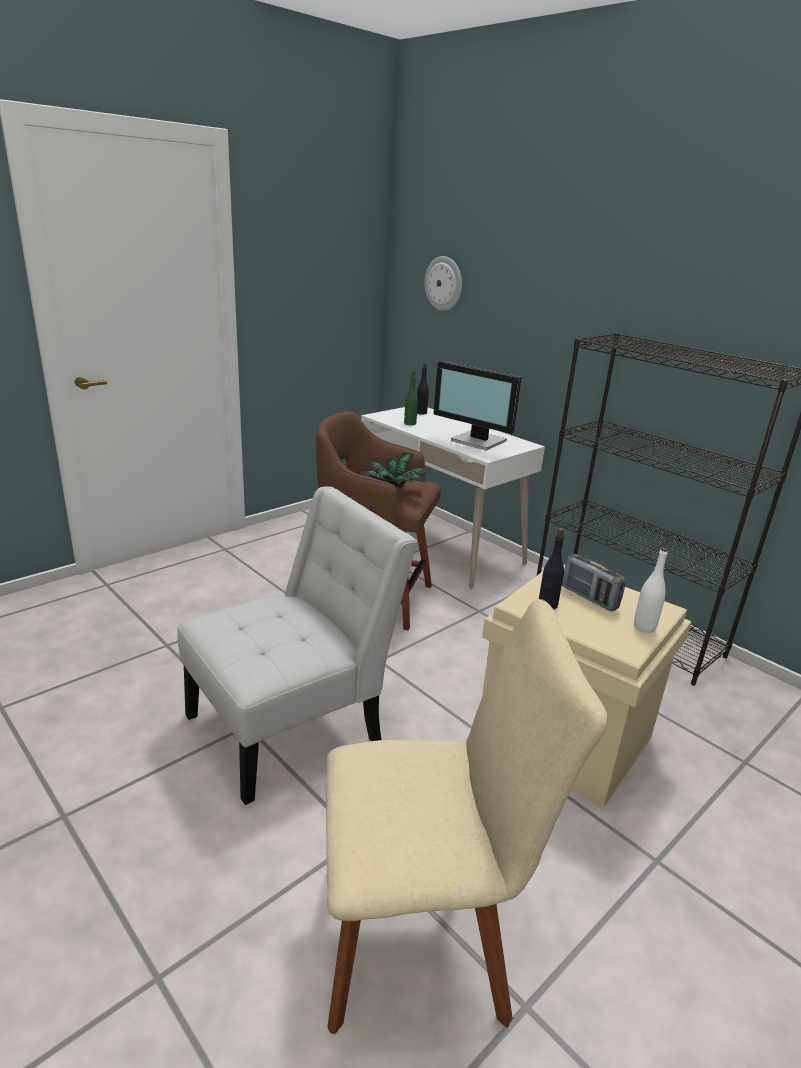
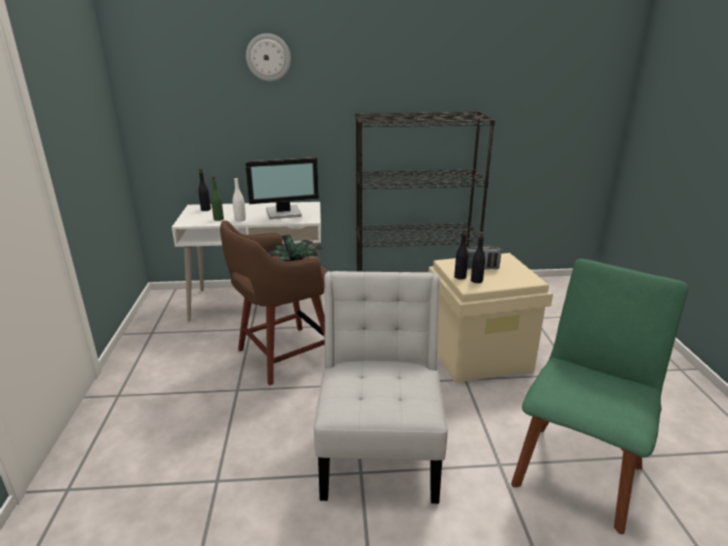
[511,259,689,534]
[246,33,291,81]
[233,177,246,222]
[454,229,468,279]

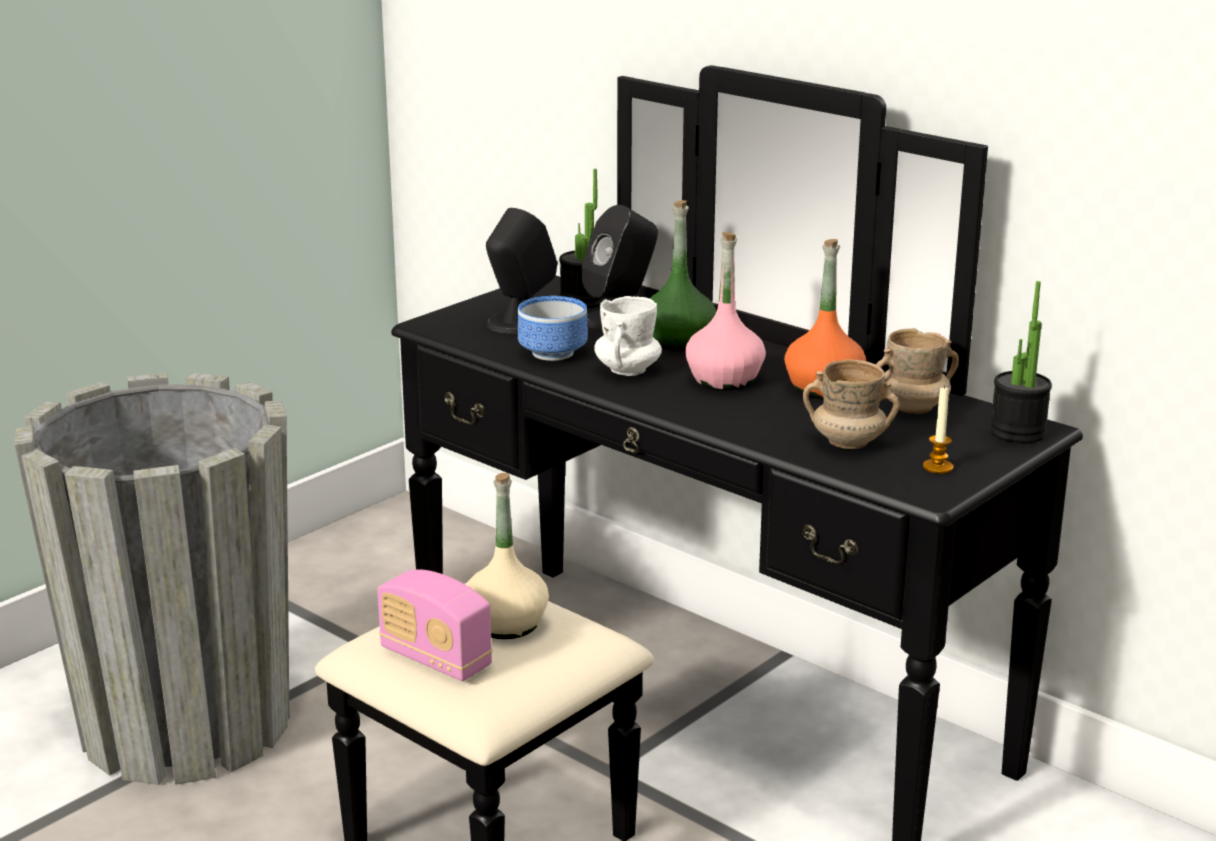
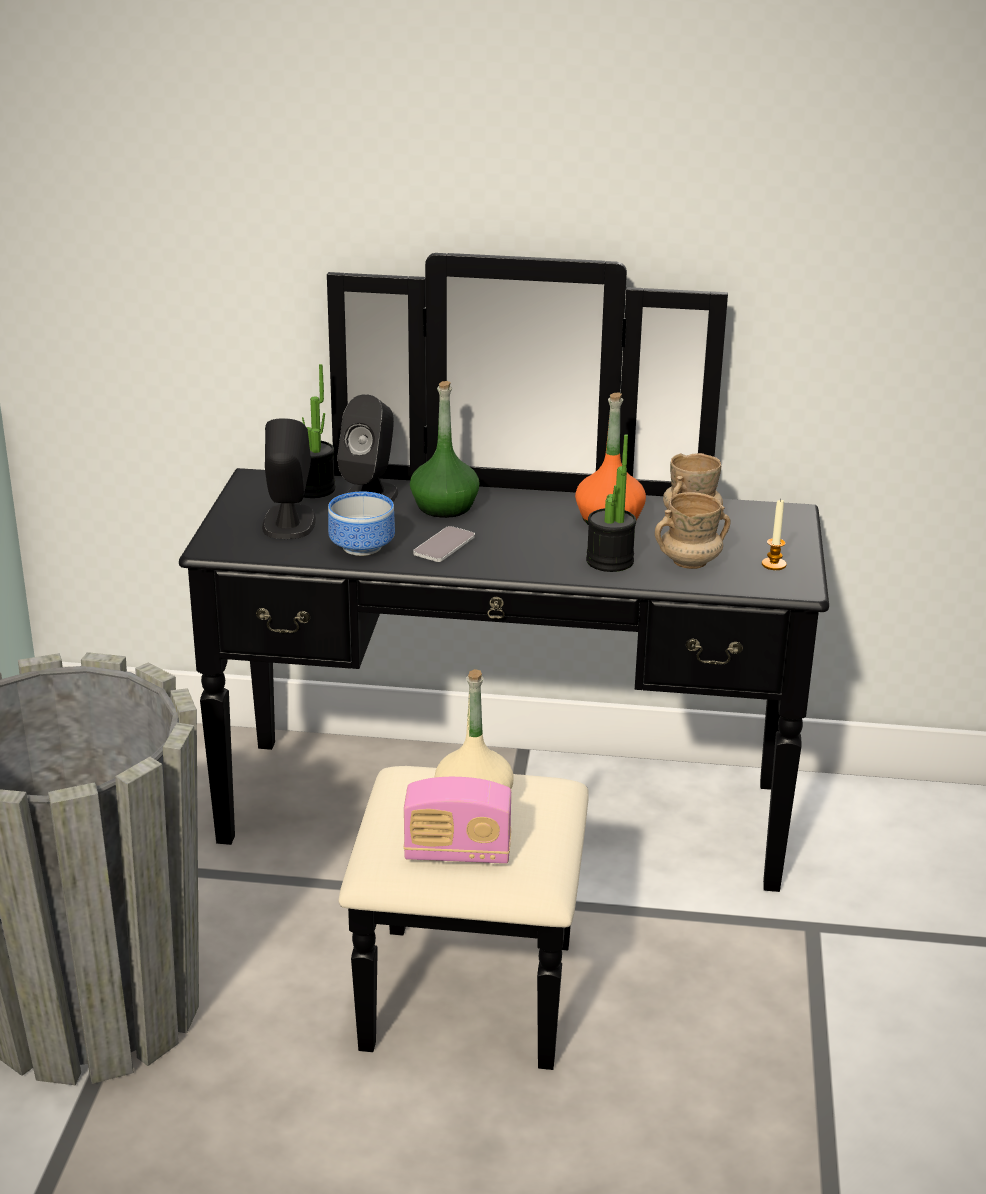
[413,526,475,562]
[685,232,766,390] (first image)
[586,434,636,572]

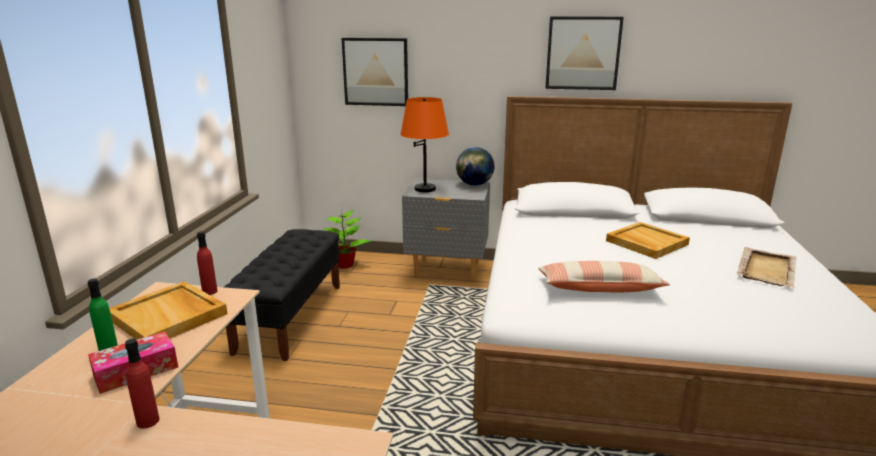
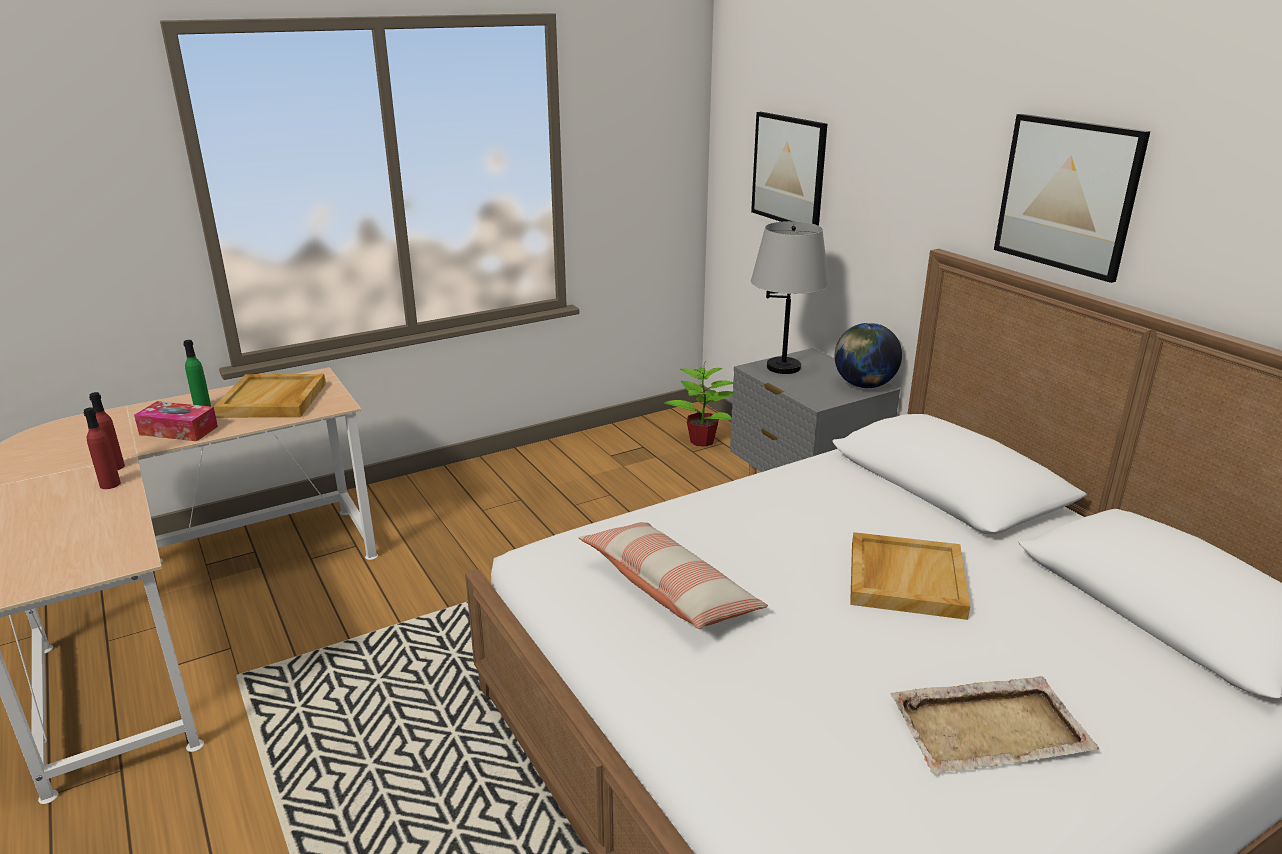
[84,407,121,489]
[224,229,340,361] (first image)
[751,221,829,374]

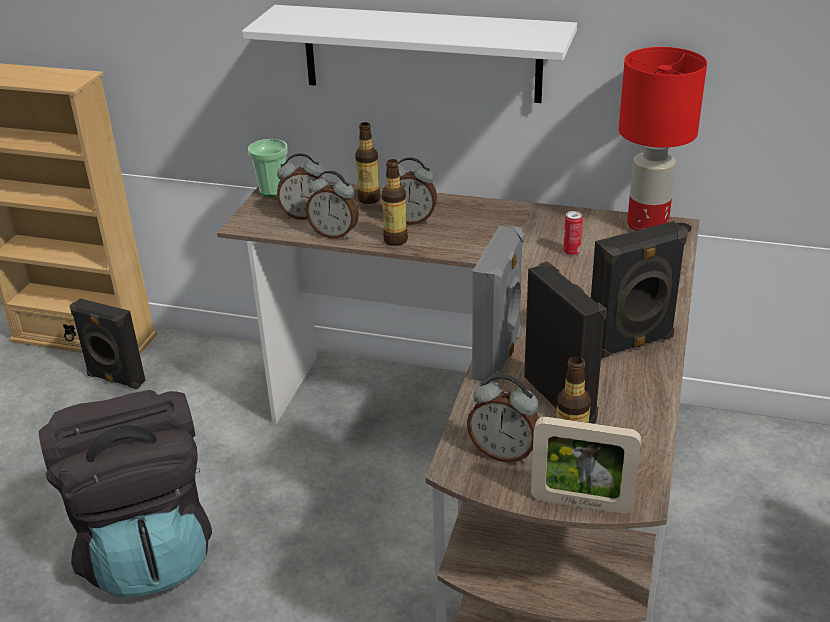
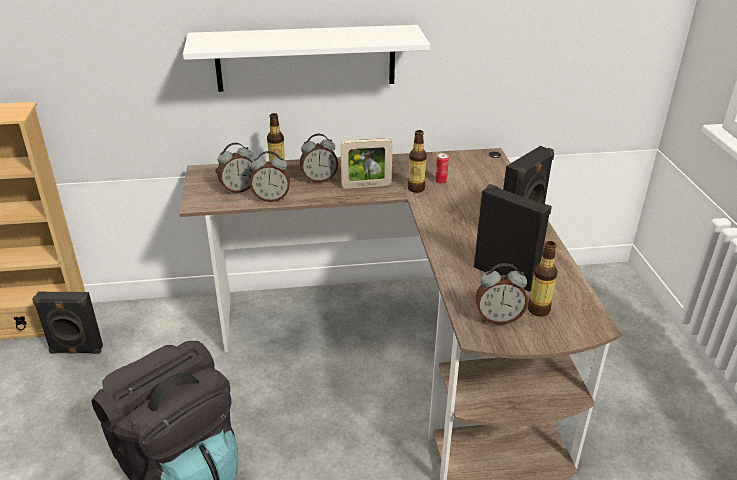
[248,139,288,197] (first image)
[408,130,427,193]
[472,226,524,382] (first image)
[341,138,393,189]
[619,47,707,231] (first image)

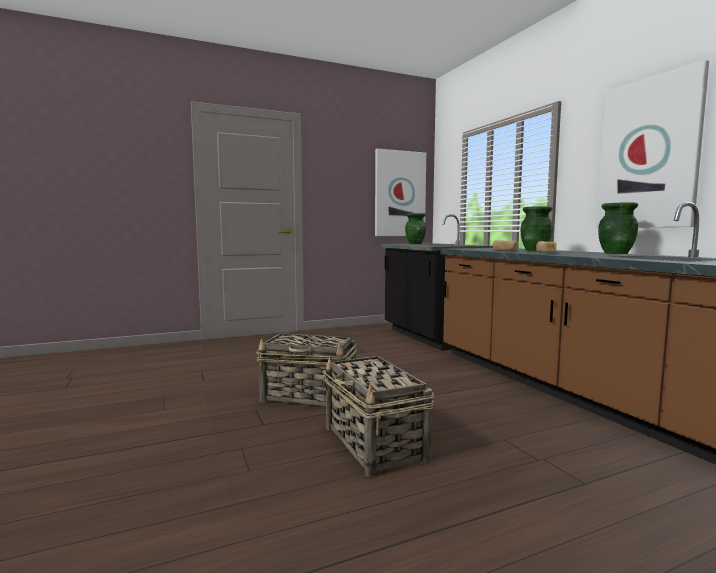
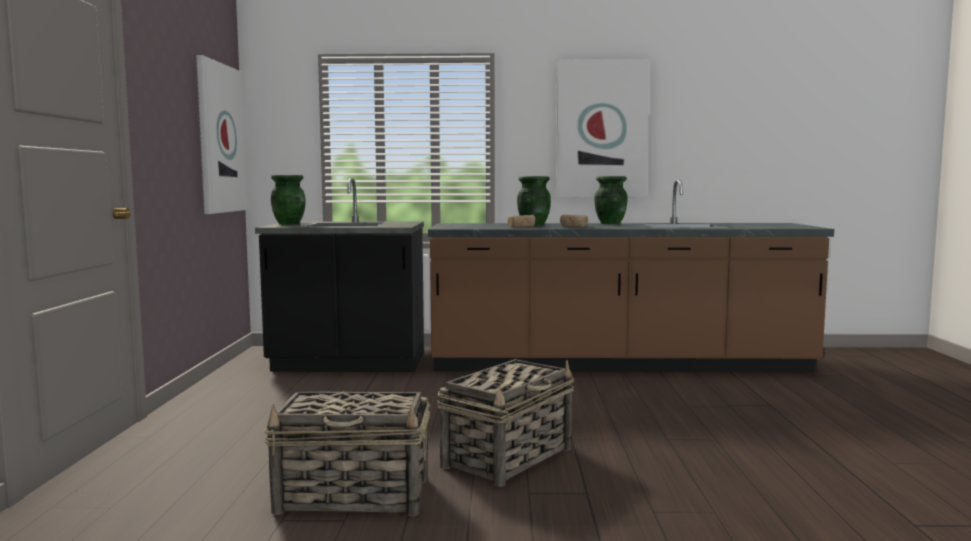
[264,391,430,516]

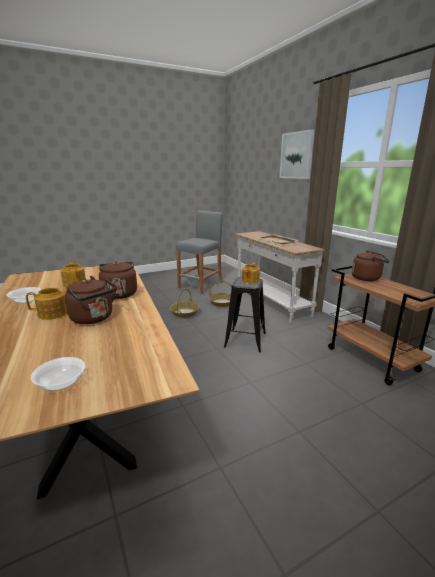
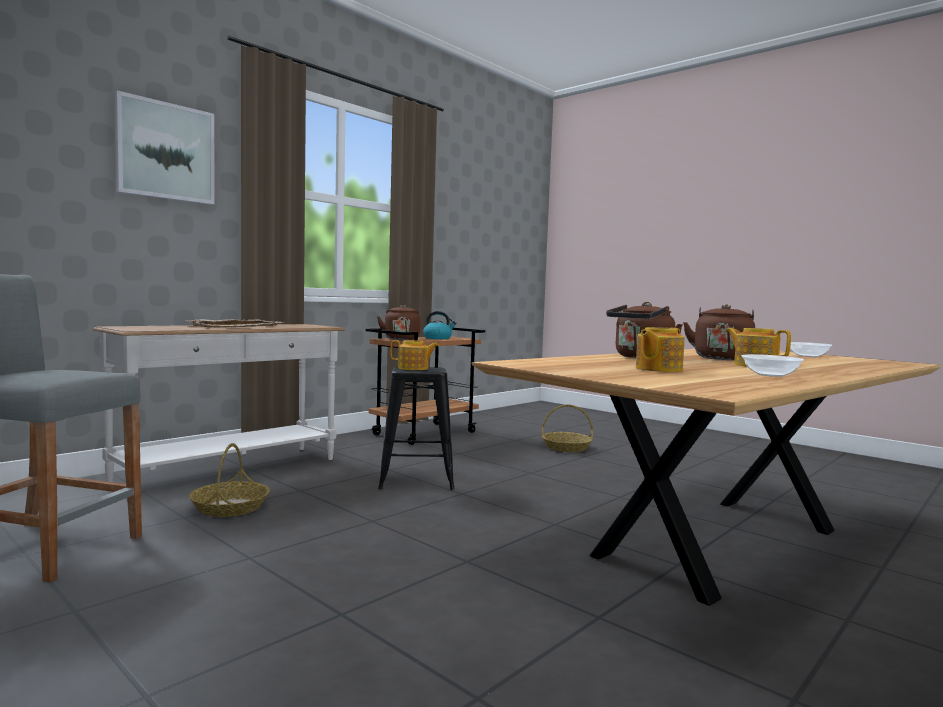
[542,405,593,452]
[423,311,457,339]

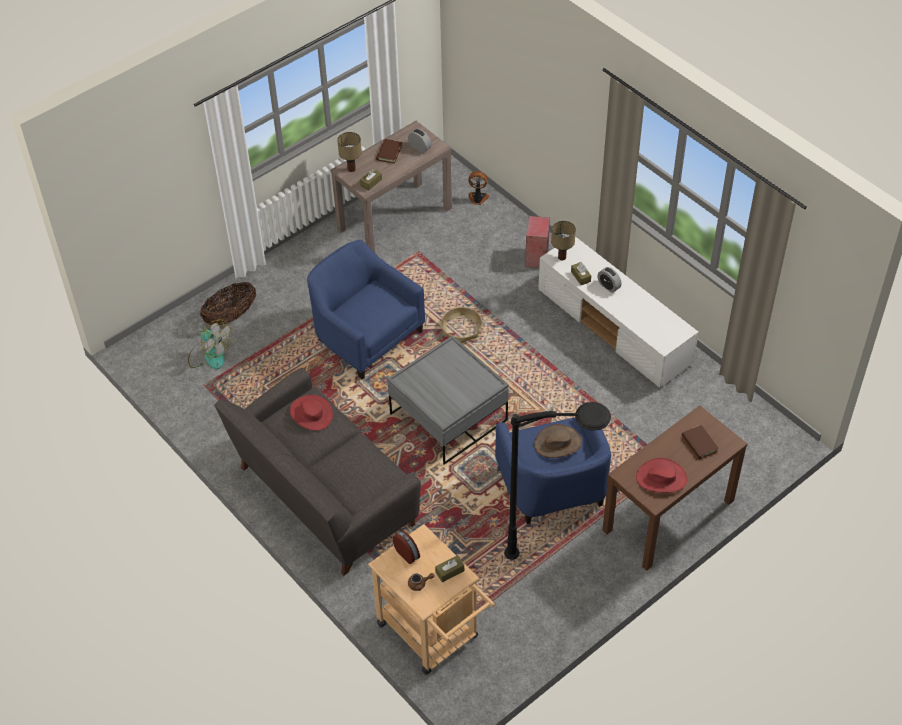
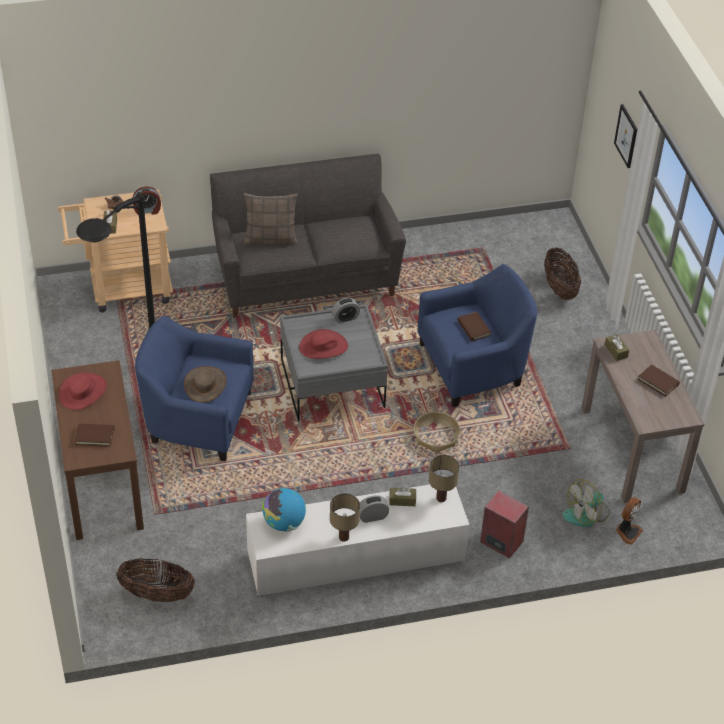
[562,479,610,527]
[299,329,348,359]
[330,494,360,542]
[331,298,360,324]
[116,558,195,602]
[244,194,298,244]
[262,488,306,532]
[457,312,491,341]
[614,104,637,168]

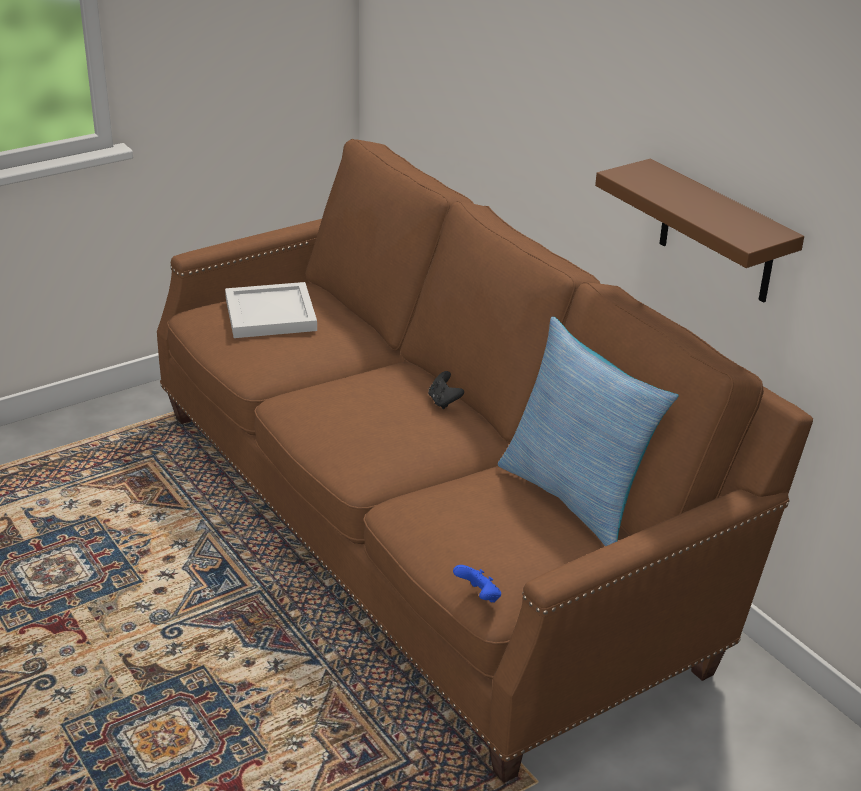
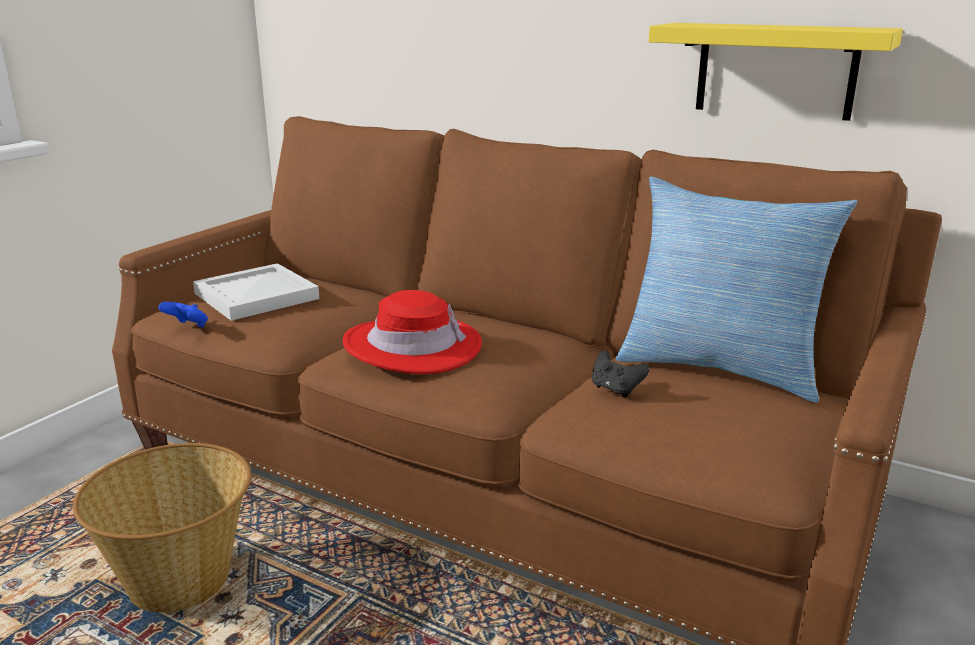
[592,351,649,398]
[158,302,208,328]
[649,23,903,121]
[73,443,252,613]
[343,290,482,374]

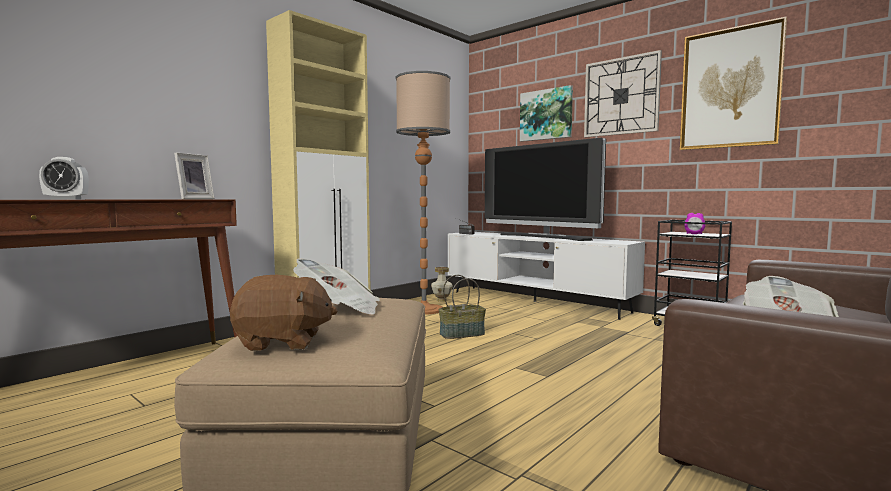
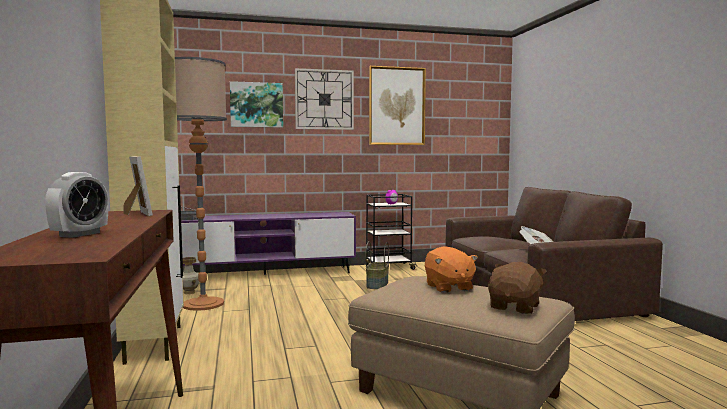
[425,246,478,293]
[365,241,389,289]
[181,212,356,275]
[485,138,606,241] (first image)

